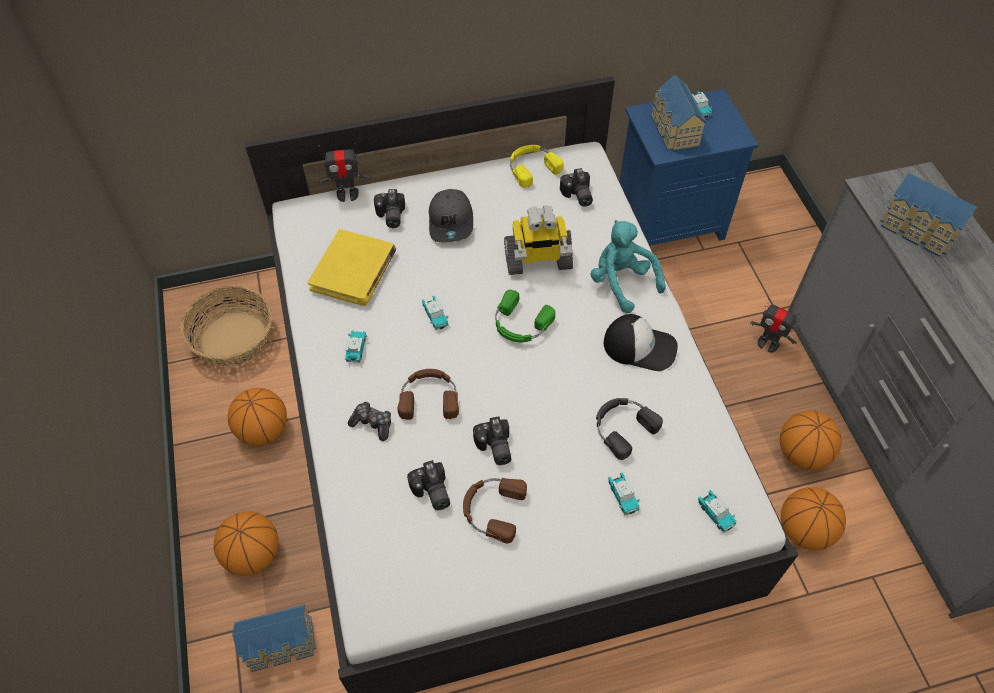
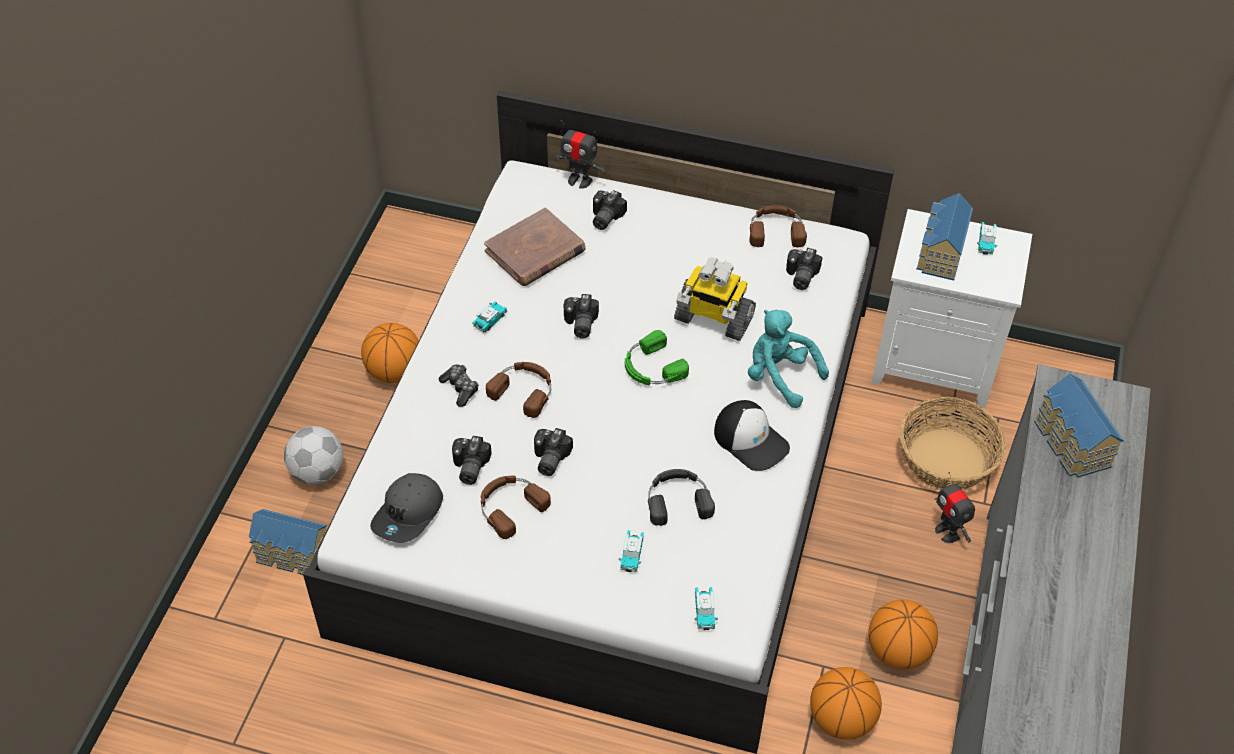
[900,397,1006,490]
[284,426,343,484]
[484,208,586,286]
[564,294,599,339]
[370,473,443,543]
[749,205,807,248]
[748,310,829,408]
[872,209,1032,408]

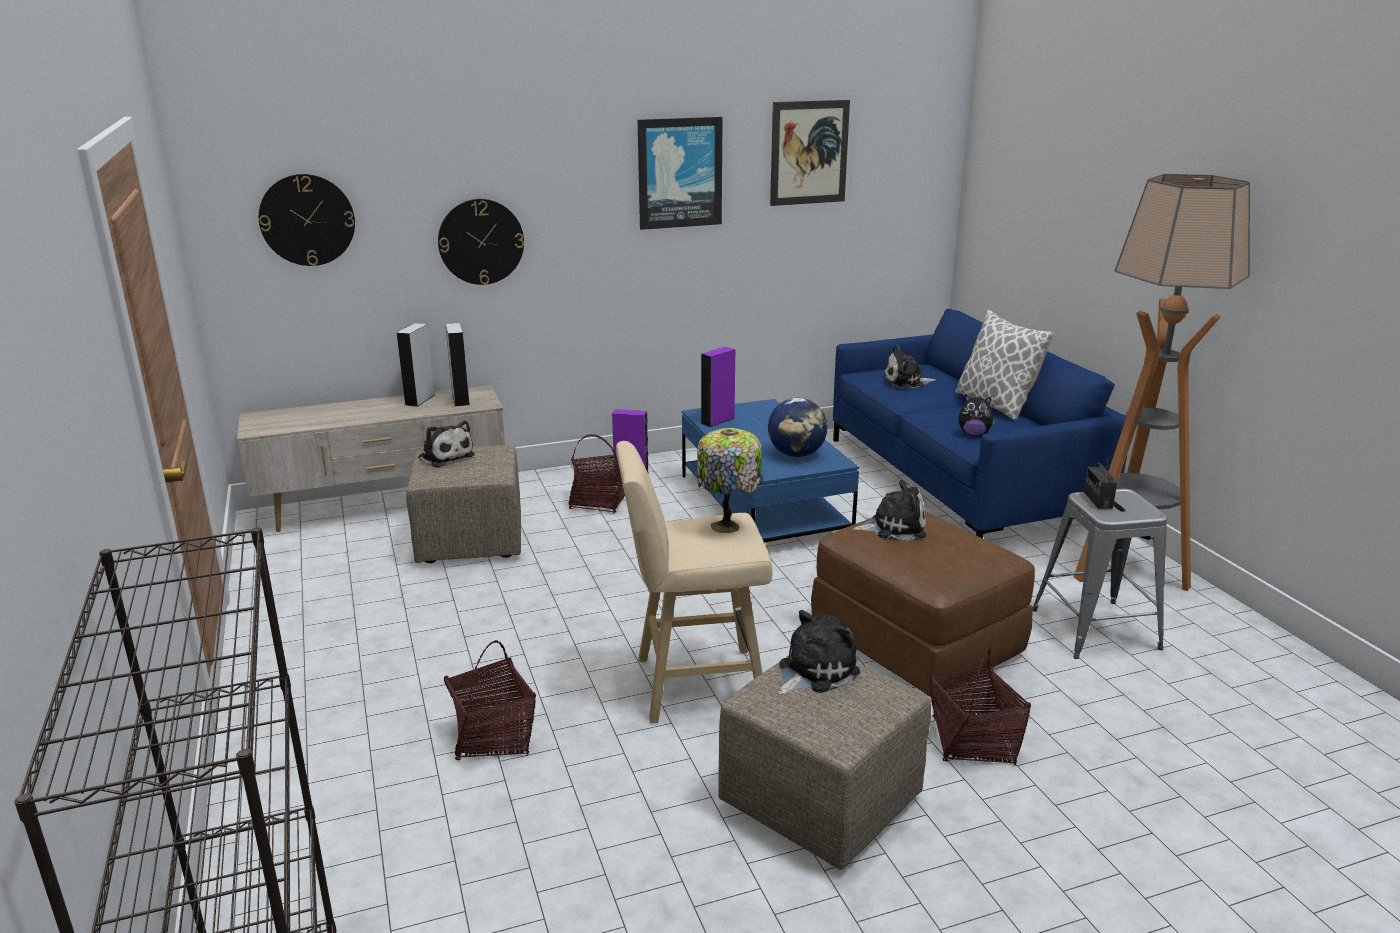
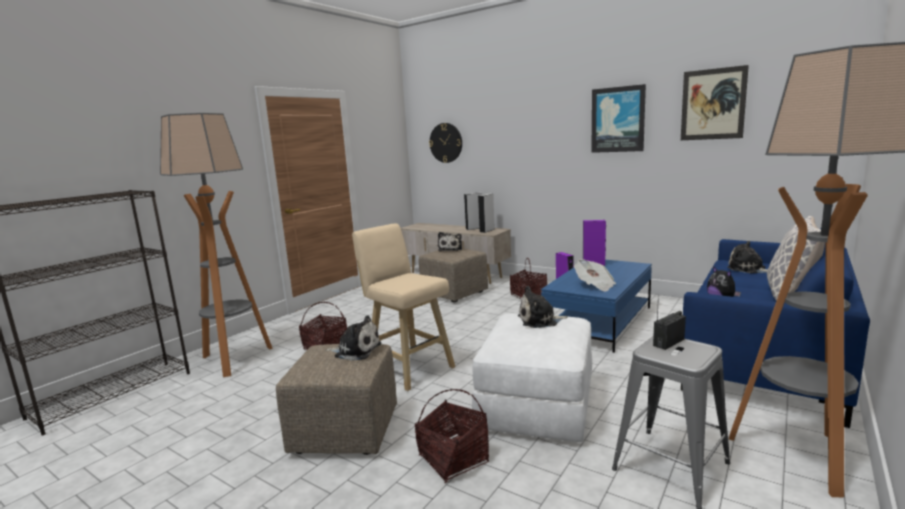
[438,199,524,285] (first image)
[697,428,763,533] (first image)
[574,259,616,292]
[472,313,592,442]
[518,286,568,328]
[160,113,273,377]

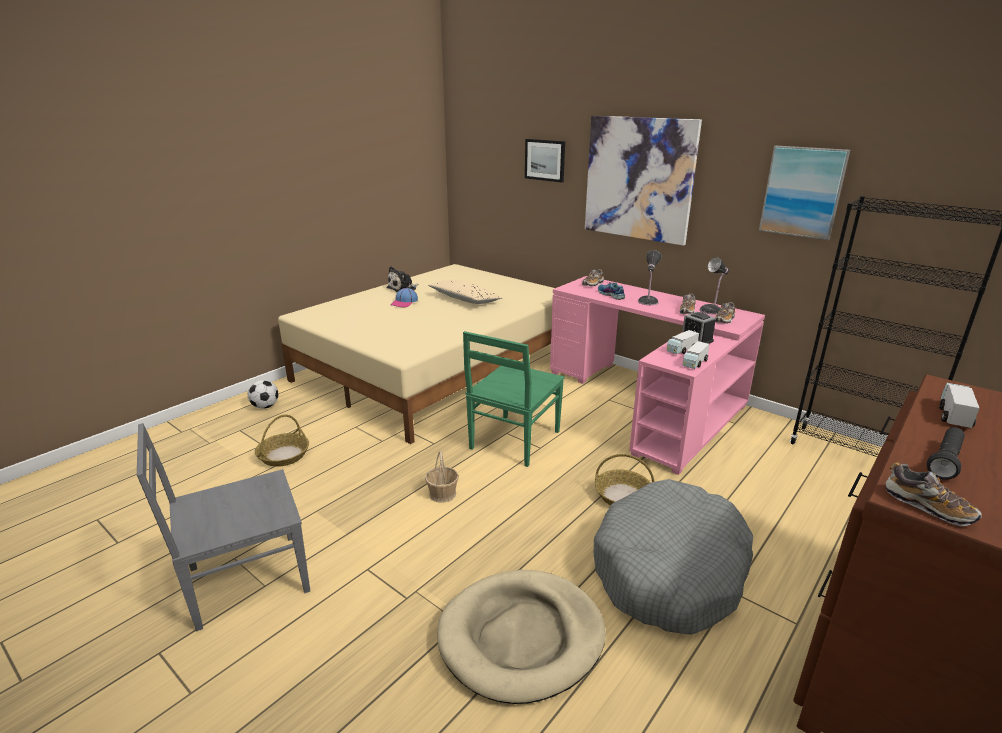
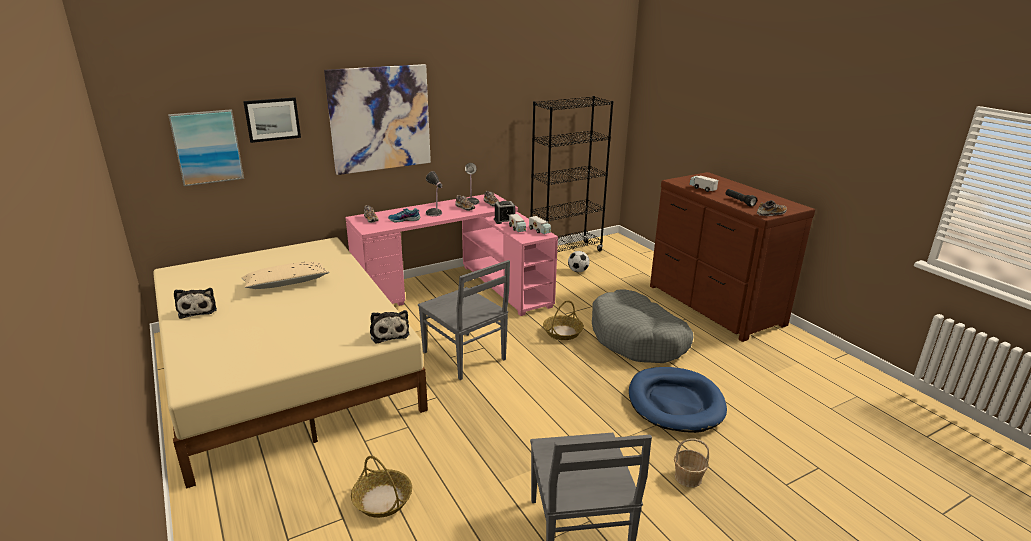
[568,251,590,272]
[390,288,418,307] (first image)
[674,438,709,487]
[629,367,727,433]
[418,260,510,380]
[168,109,244,186]
[370,310,409,344]

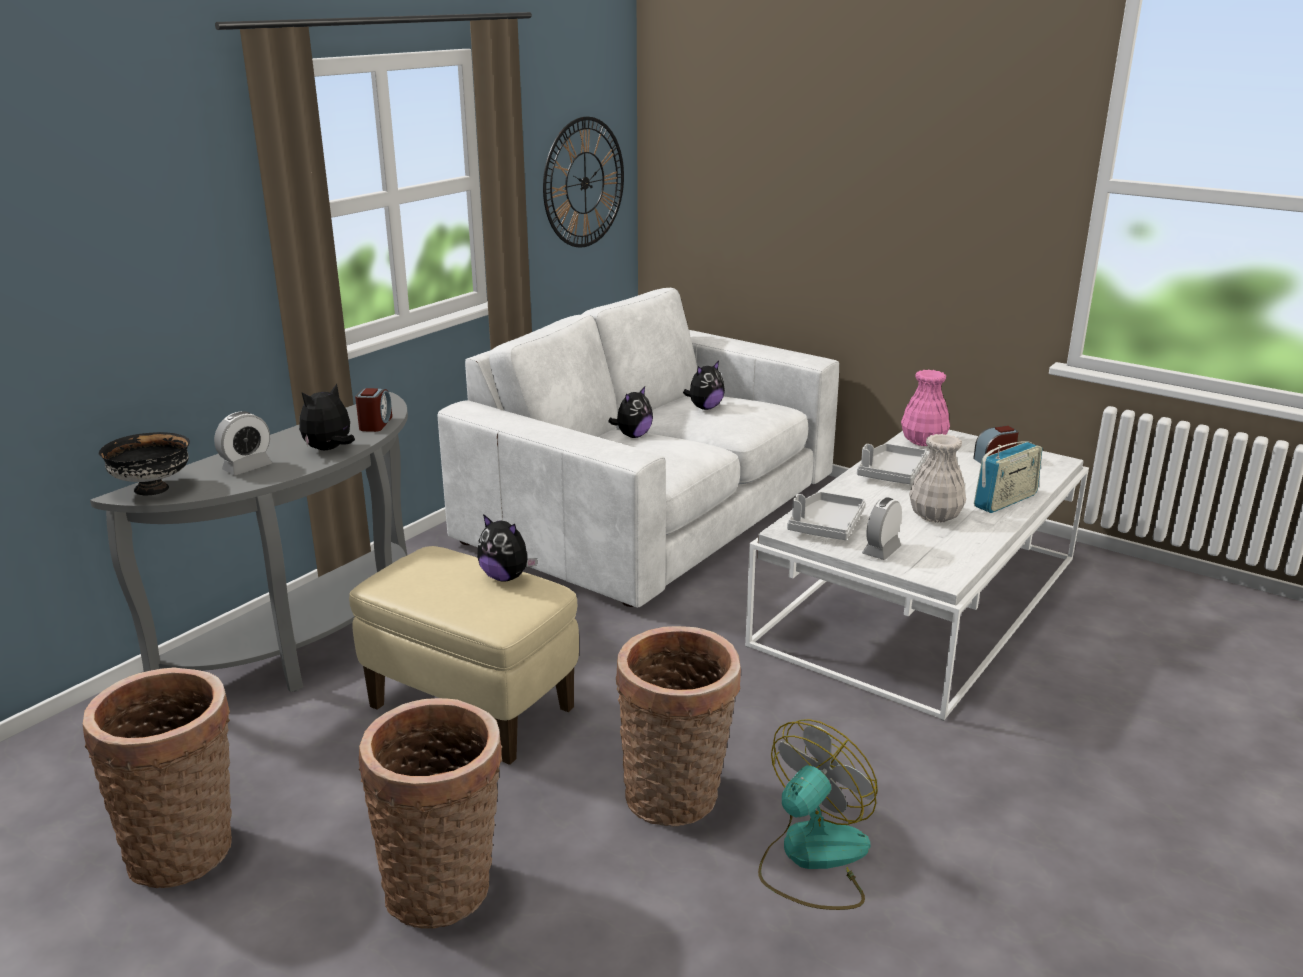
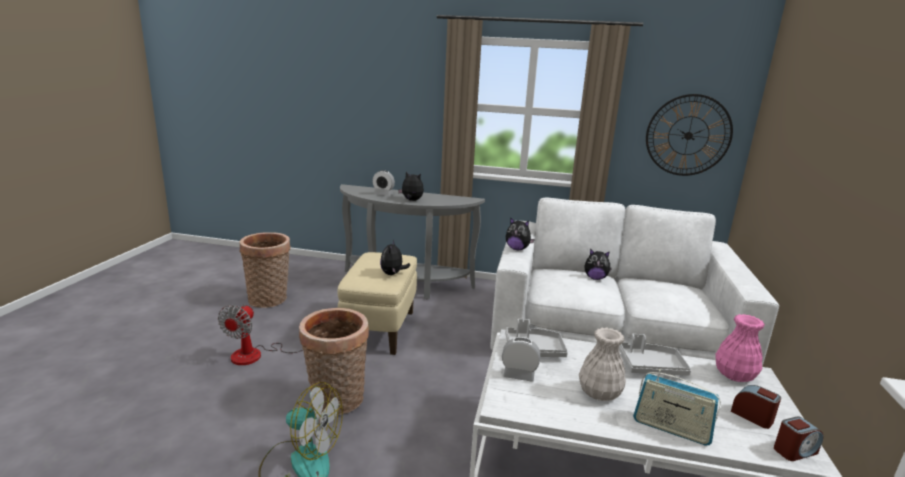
[99,432,190,495] (first image)
[774,416,824,461]
[218,304,303,365]
[506,218,535,250]

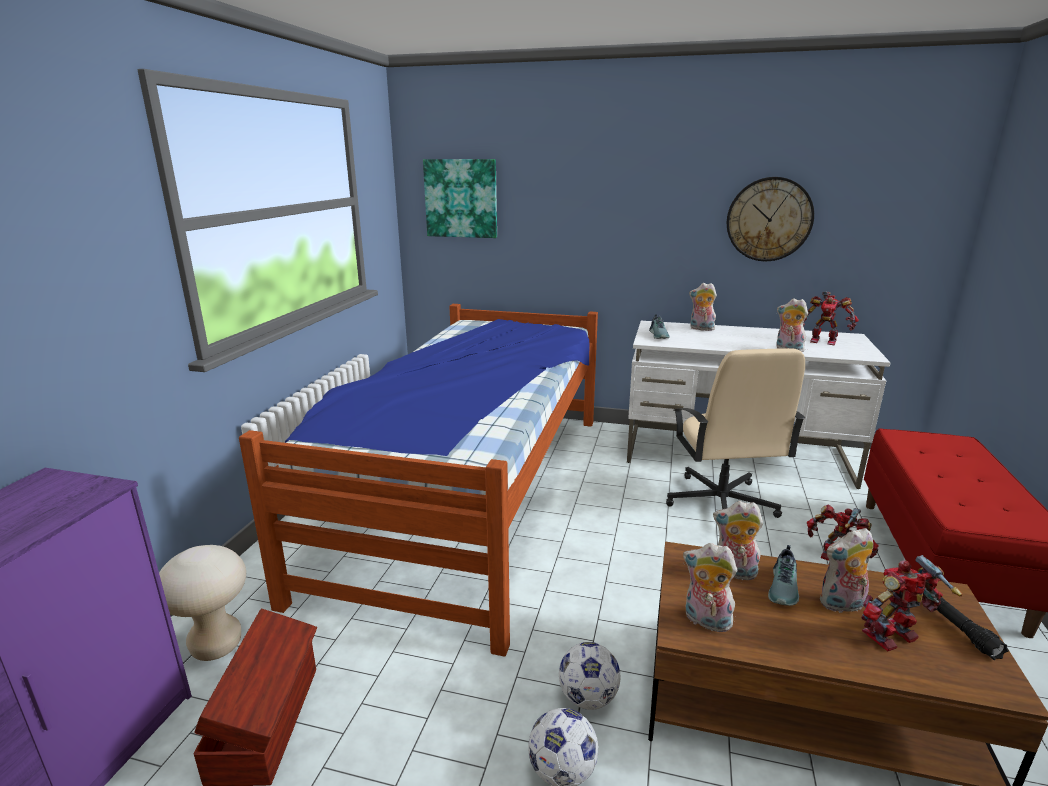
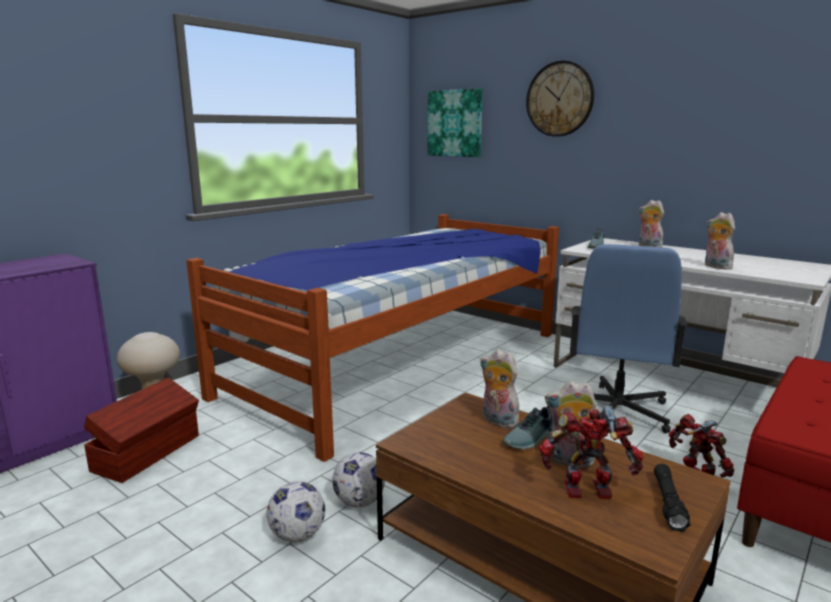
[570,244,688,433]
[683,543,737,632] (first image)
[526,61,594,137]
[803,292,859,345] (first image)

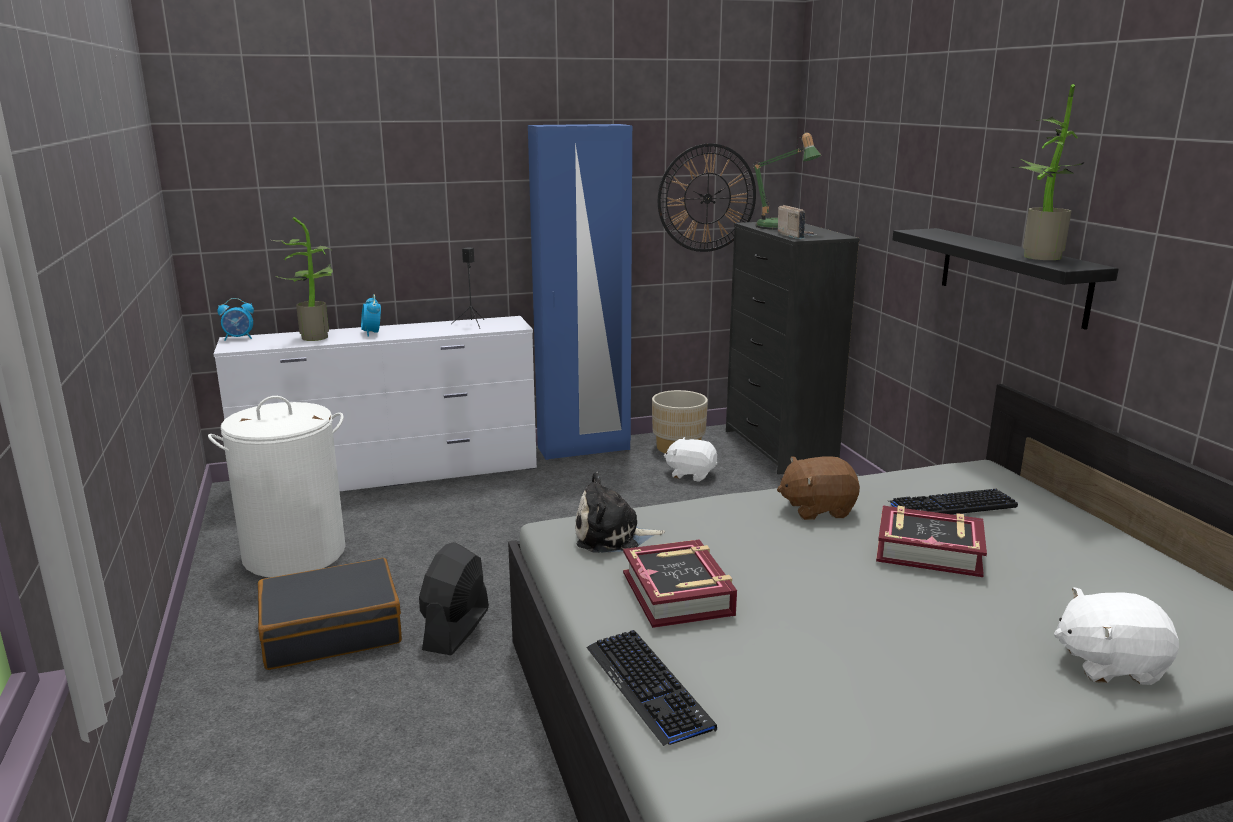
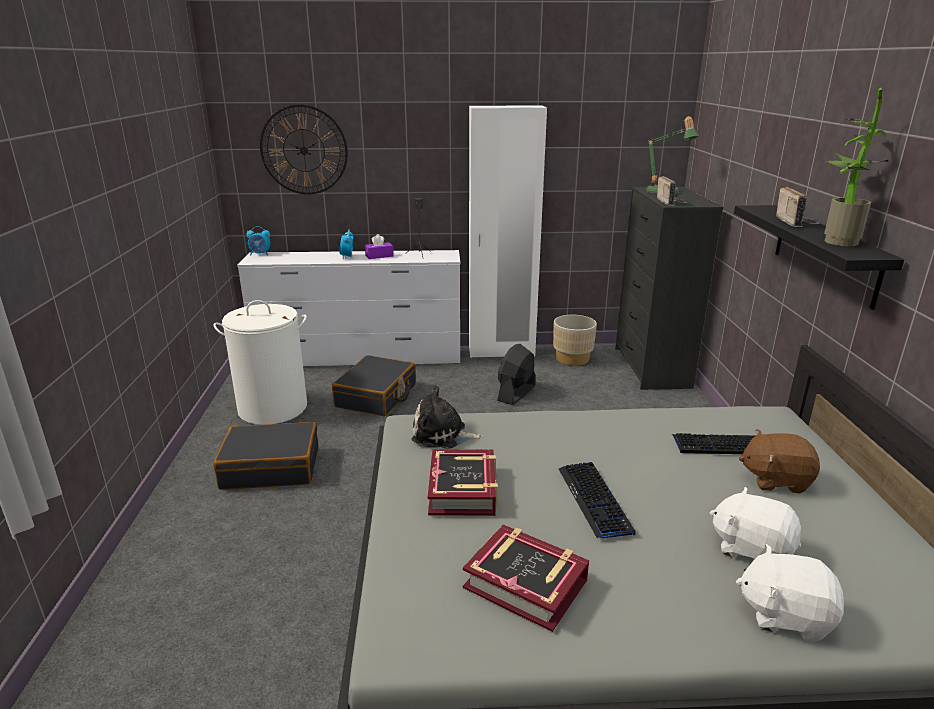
[272,217,333,341] (first image)
[497,344,535,405]
[469,106,547,358]
[559,462,636,538]
[260,104,348,195]
[710,487,801,559]
[739,429,820,493]
[463,525,589,632]
[332,355,416,416]
[365,234,393,259]
[776,187,820,227]

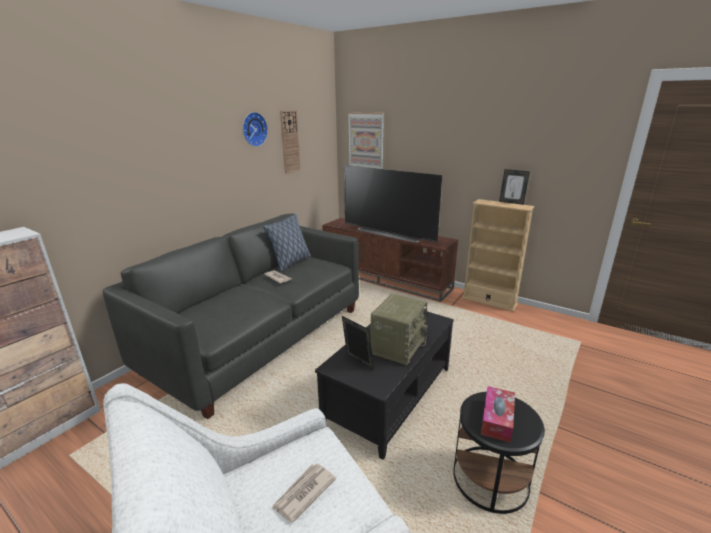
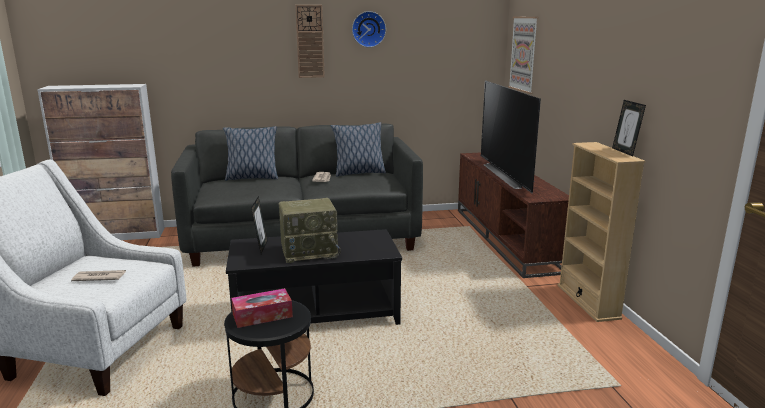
[295,5,325,78]
[223,126,278,181]

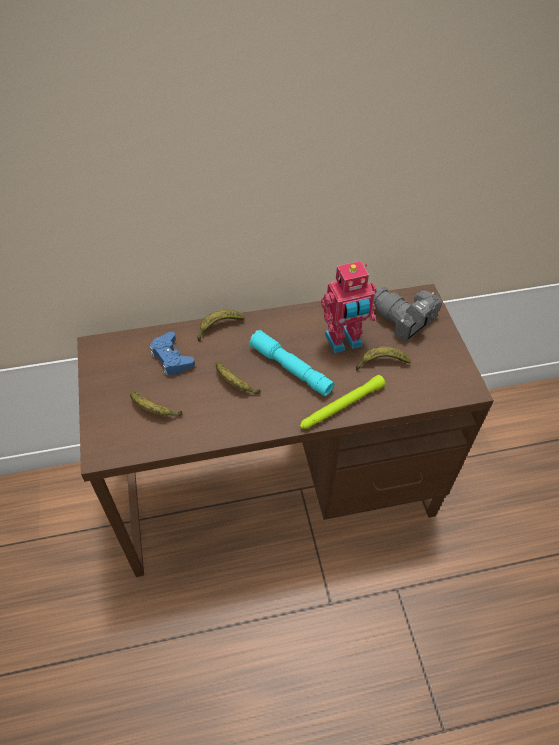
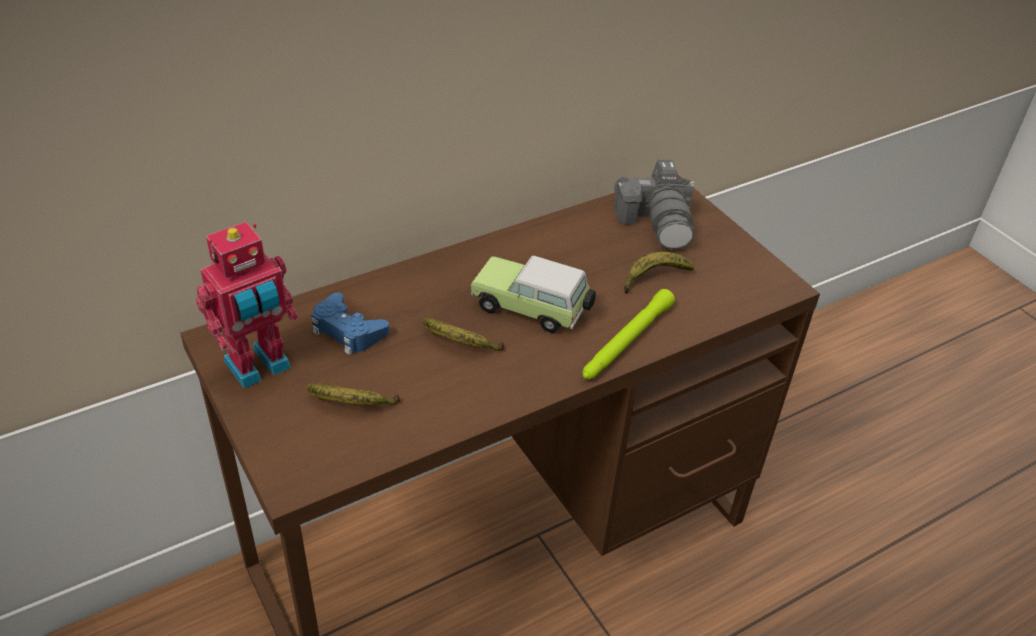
[197,310,245,341] (first image)
[471,256,596,333]
[196,222,298,388]
[614,160,695,249]

